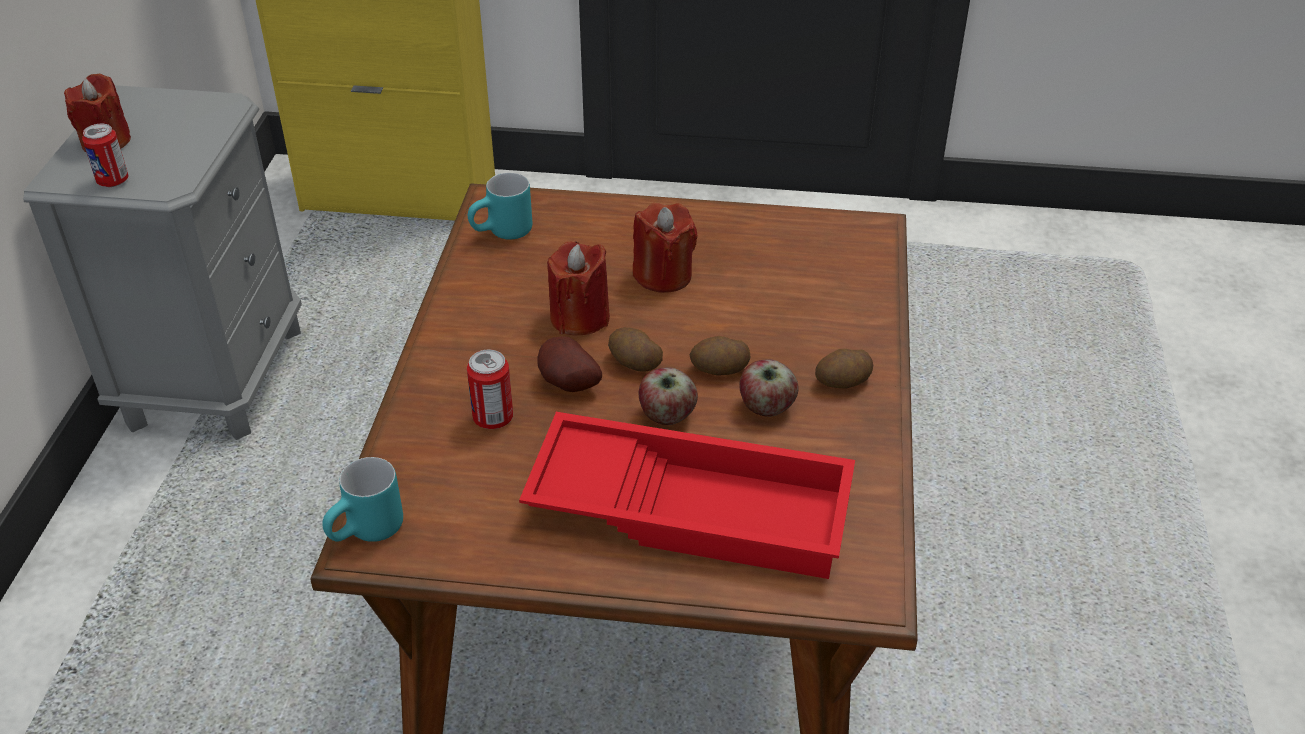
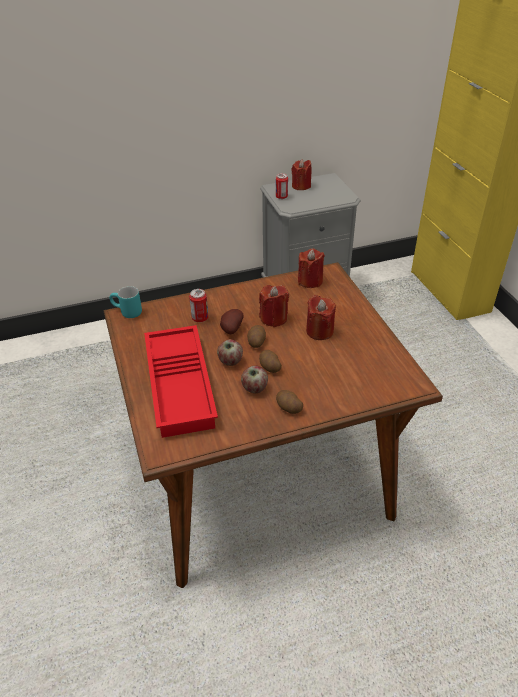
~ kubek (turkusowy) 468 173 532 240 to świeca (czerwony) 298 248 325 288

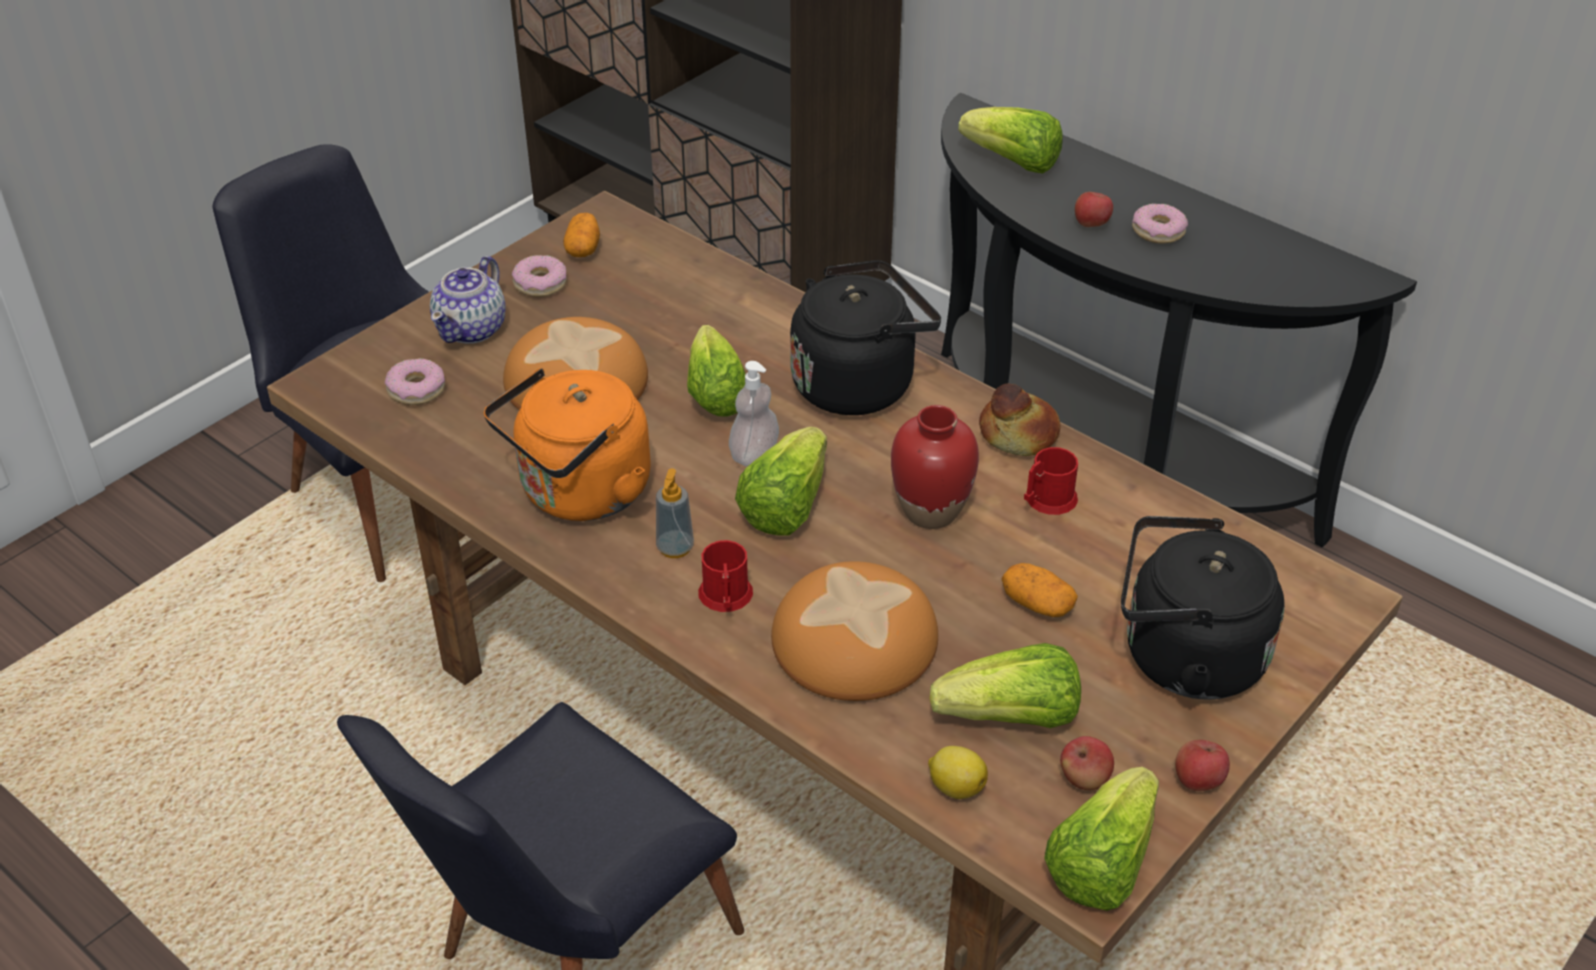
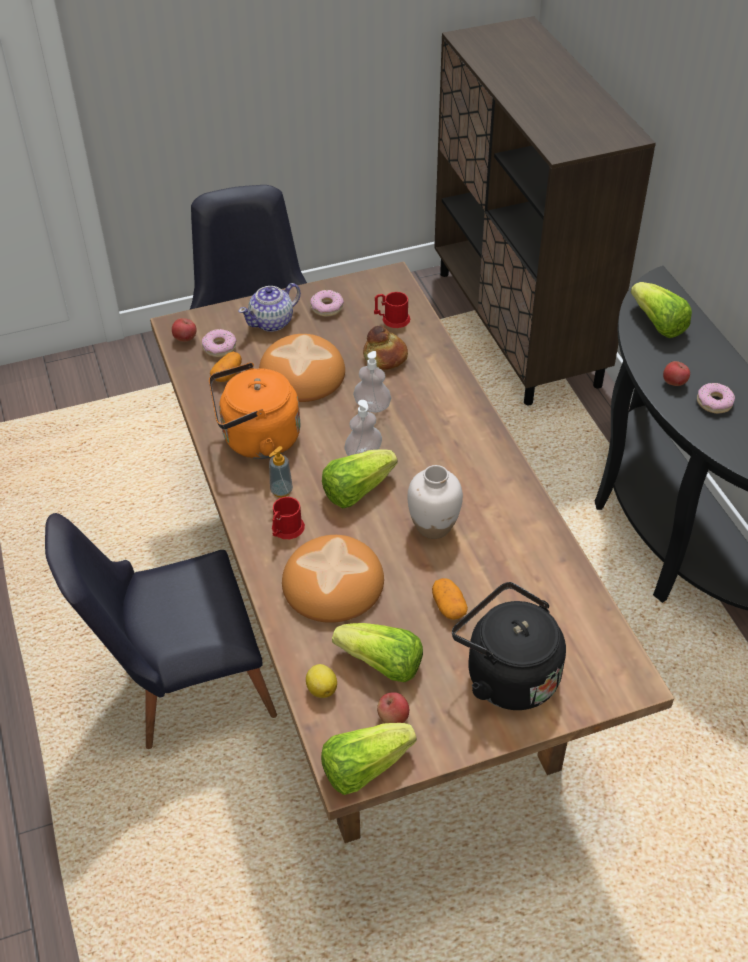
- czajnik (czarny) 790 260 941 415
~ ziemniak 563 213 600 257 to 210 352 242 382
~ chleb 979 384 1061 456 to 363 325 408 370
~ kubek (czerwony) 1024 447 1078 515 to 374 292 410 328
~ jabłko 1175 740 1230 791 to 172 318 197 342
~ sałata 687 325 745 417 to dozownik mydła 353 351 391 412
~ wazon (czerwony) 891 405 979 529 to wazon (biały) 407 465 463 539

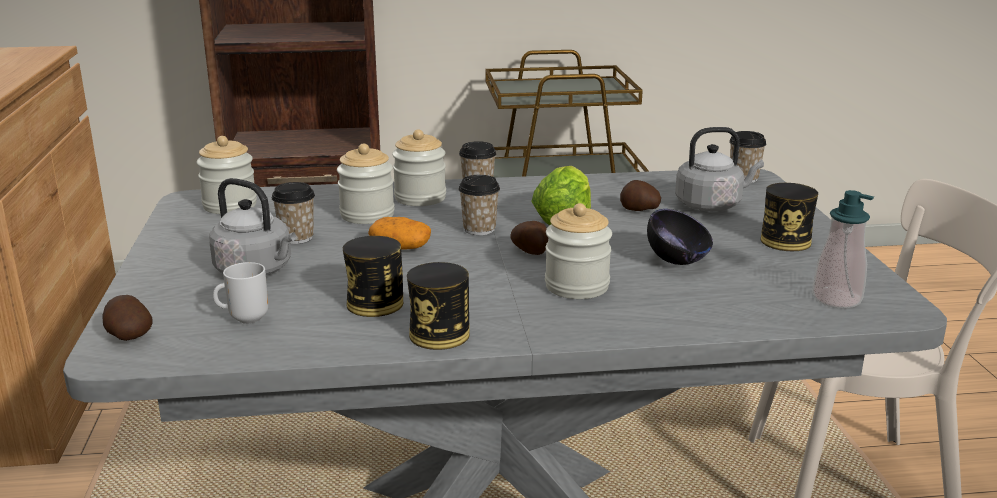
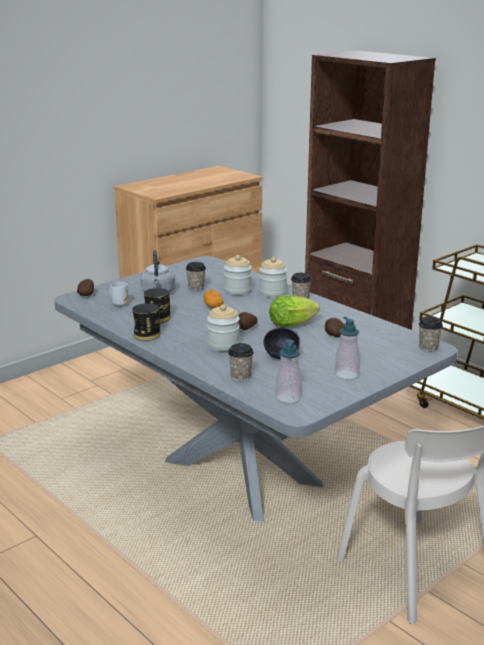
- słoik 197 136 257 214
- czajnik (szary) 675 127 764 211
~ filiżanka 458 175 500 235 to 228 343 254 381
~ puszka 761 183 818 251 to dozownik mydła 335 317 360 379

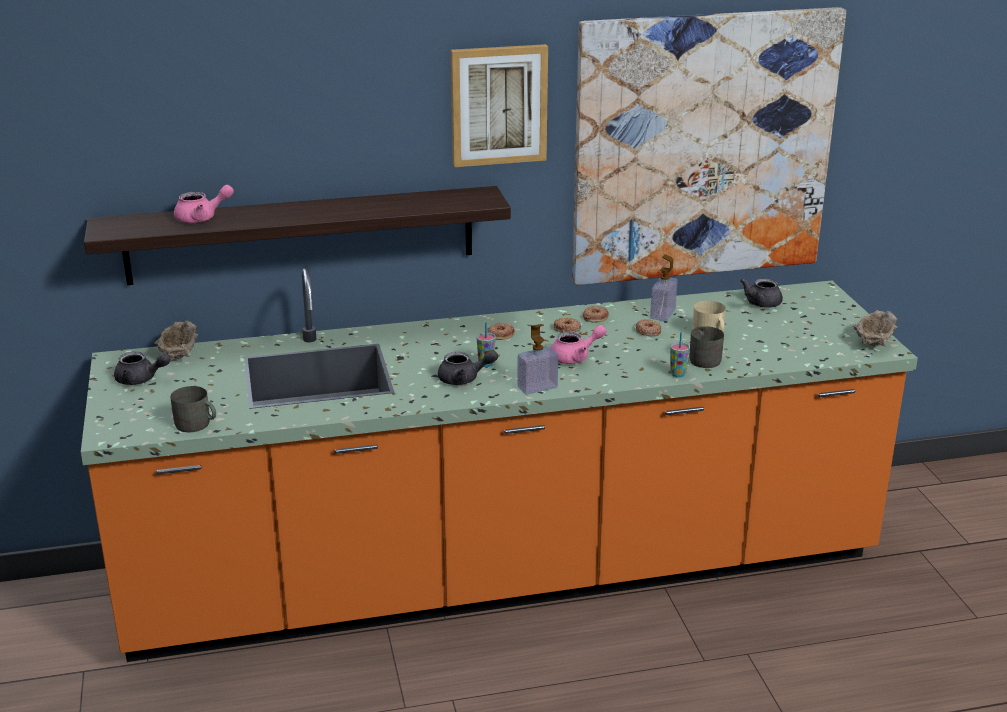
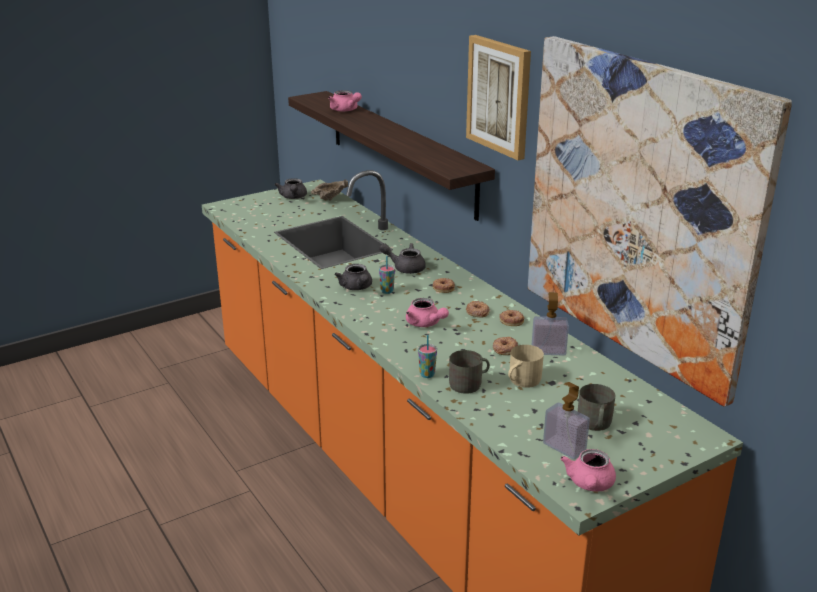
~ kubek (szary) 170 386 216 432 to 578 384 615 431
~ dozownik mydła 517 324 558 394 to 543 382 590 459
~ imbryk (szary) 740 278 783 307 to 379 243 426 274
~ miska (beżowy) 853 310 898 347 to imbryk (różowy) 560 449 616 492

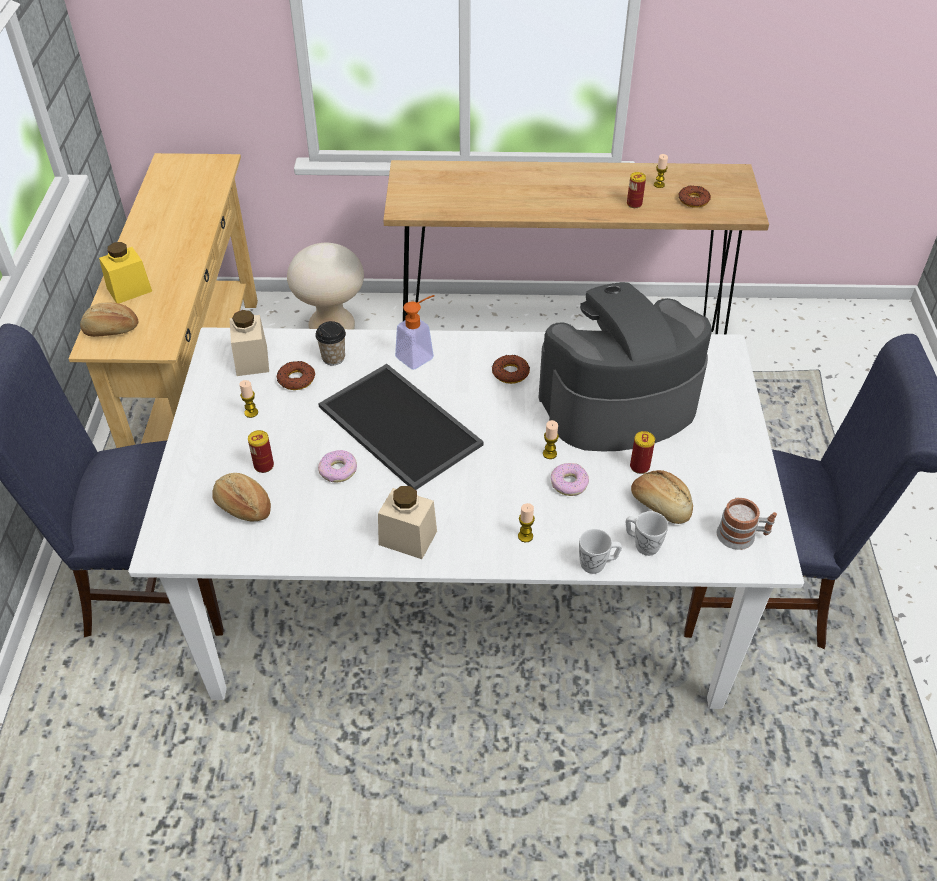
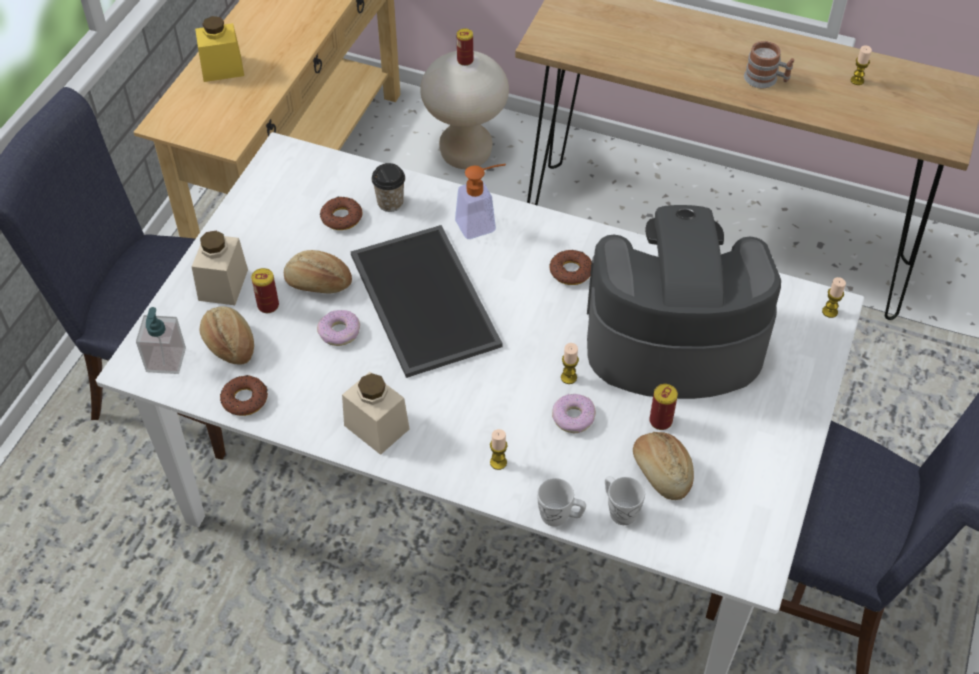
+ dozownik mydła 136 307 186 374
~ chleb 80 303 138 337 to 284 250 352 293
~ słoik (beżowy) 230 310 269 376 to 192 231 248 305
~ świeca 239 380 258 418 to 822 277 846 318
~ puszka 627 172 646 208 to 457 28 473 66
~ donut 679 185 711 208 to 220 375 268 416
~ kubek 717 497 777 550 to 744 41 794 88

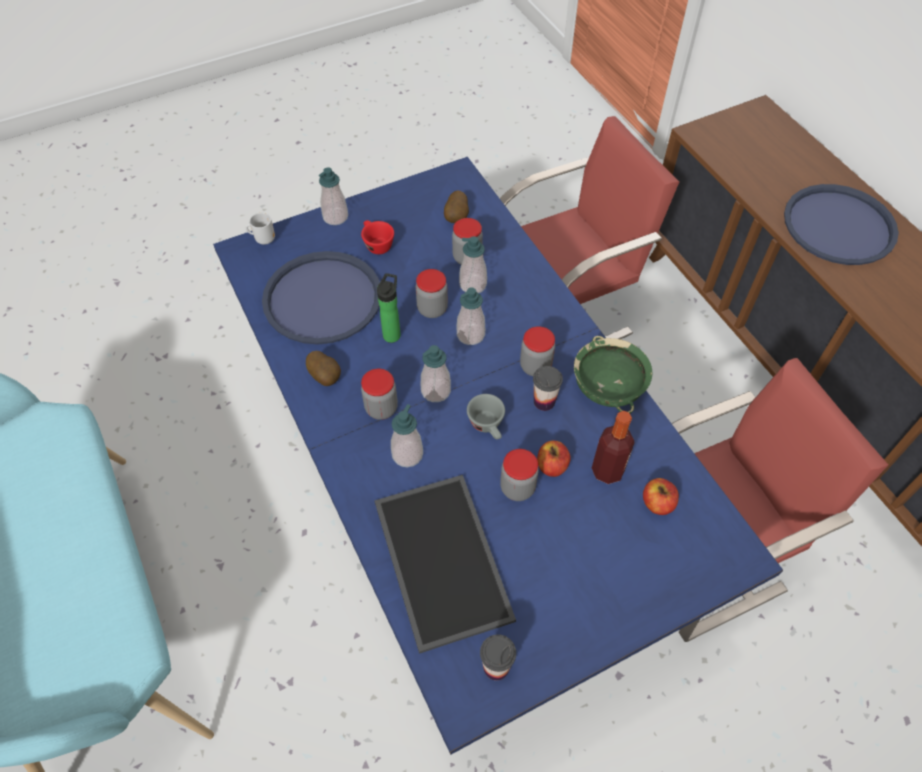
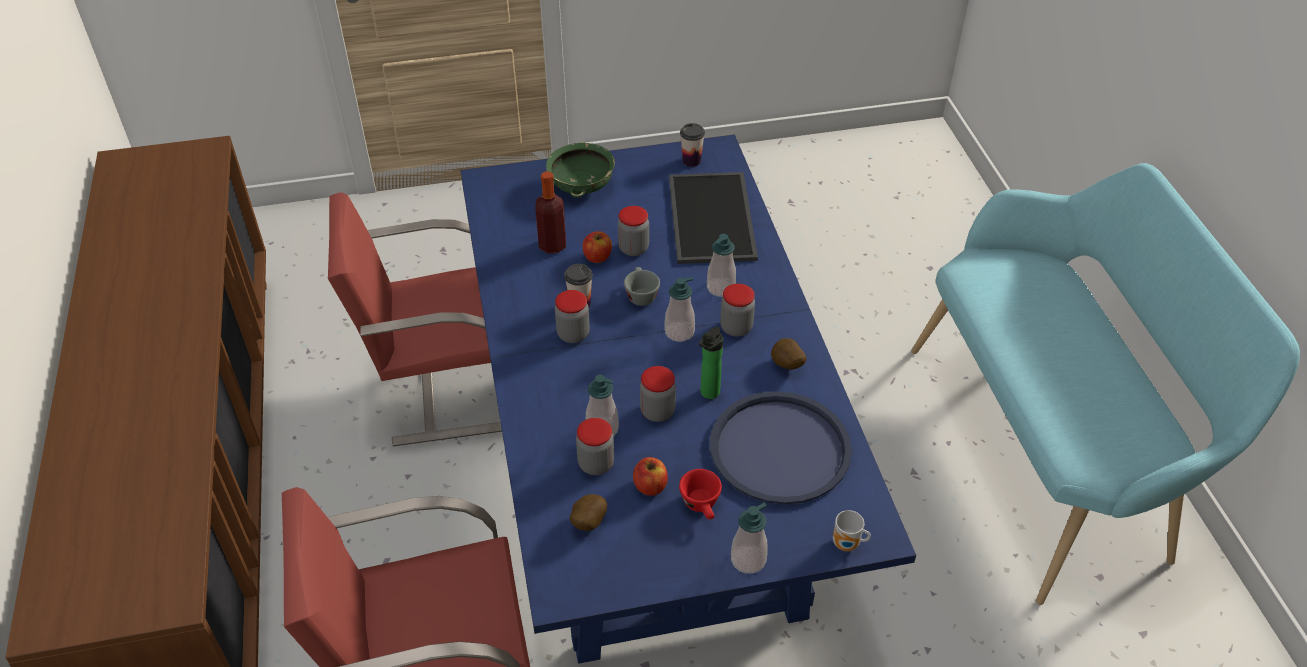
- dozownik mydła 457 287 485 345
- taca (niebieski) 784 184 899 265
~ miska (zielony) 574 336 652 414 to 546 142 615 197
~ jabłko 643 478 679 515 to 633 457 668 496

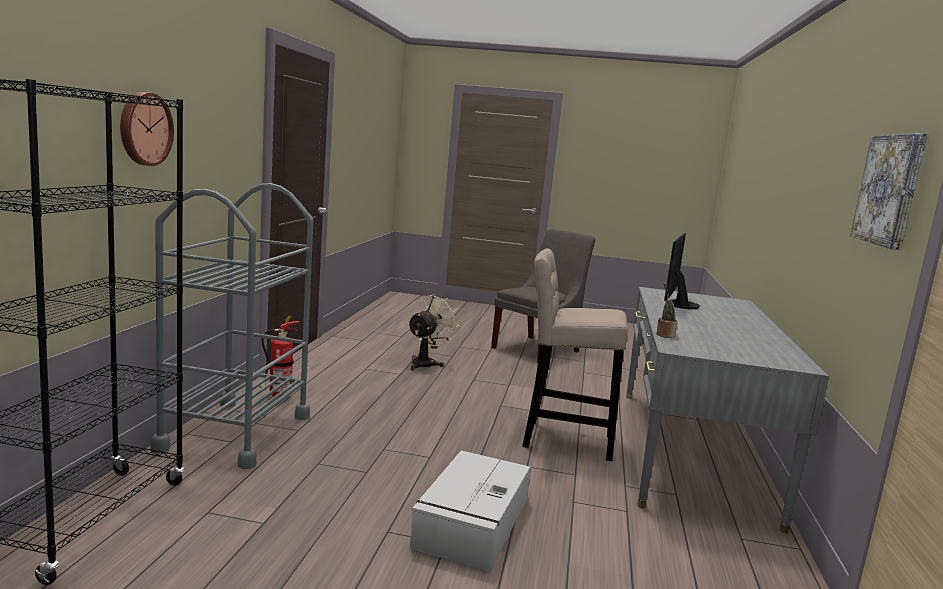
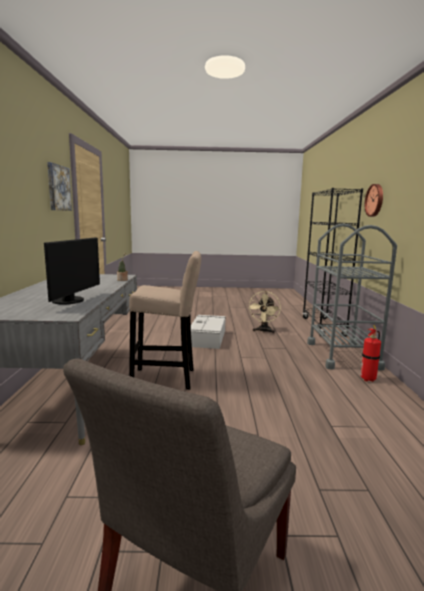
~ wentylator (beżowy) 408 294 460 370 to 248 291 281 333

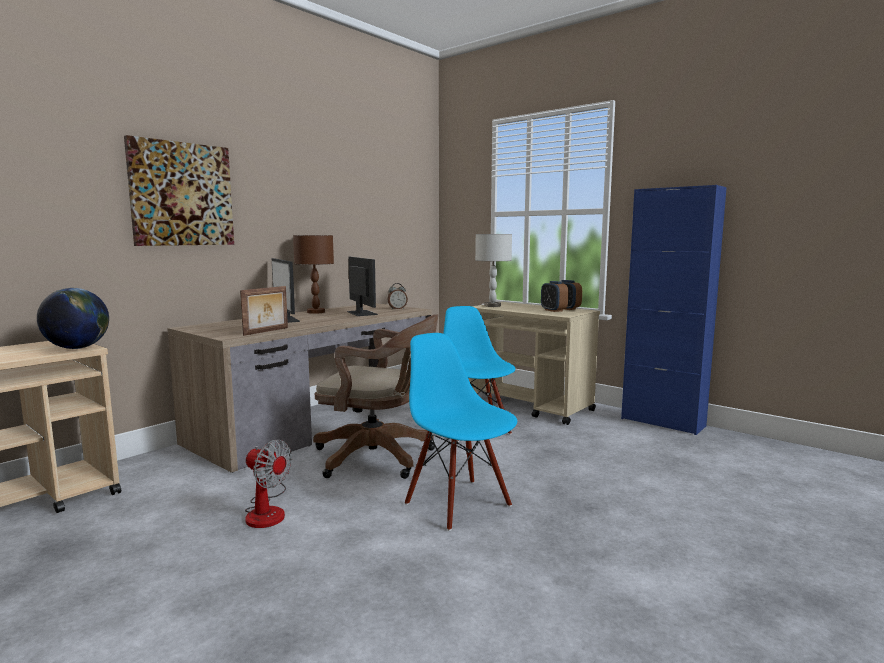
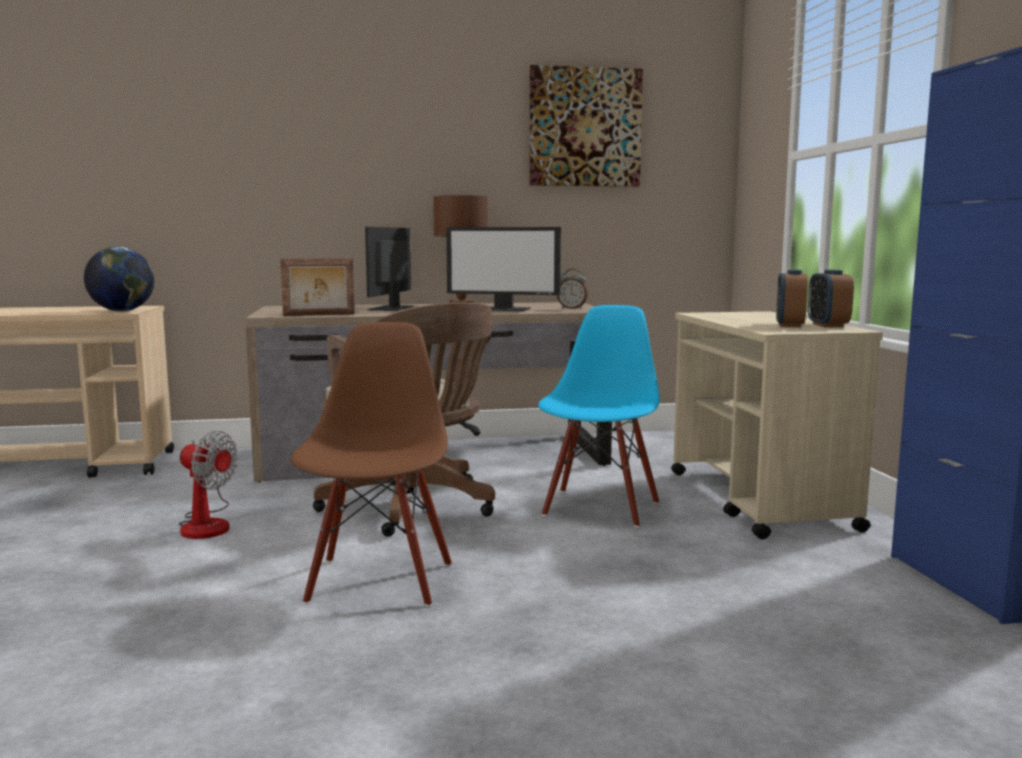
- lampa stołowa (szary) 475 234 512 307
~ obraz 124 135 234 246 to 529 65 643 187
~ krzesło (niebieski) 405 333 517 531 to krzesło (brązowy) 291 322 452 607
~ wentylator 245 440 292 528 = 179 431 238 539 45 degrees counterclockwise
~ monitor 347 257 378 316 = 446 227 561 311 90 degrees clockwise

